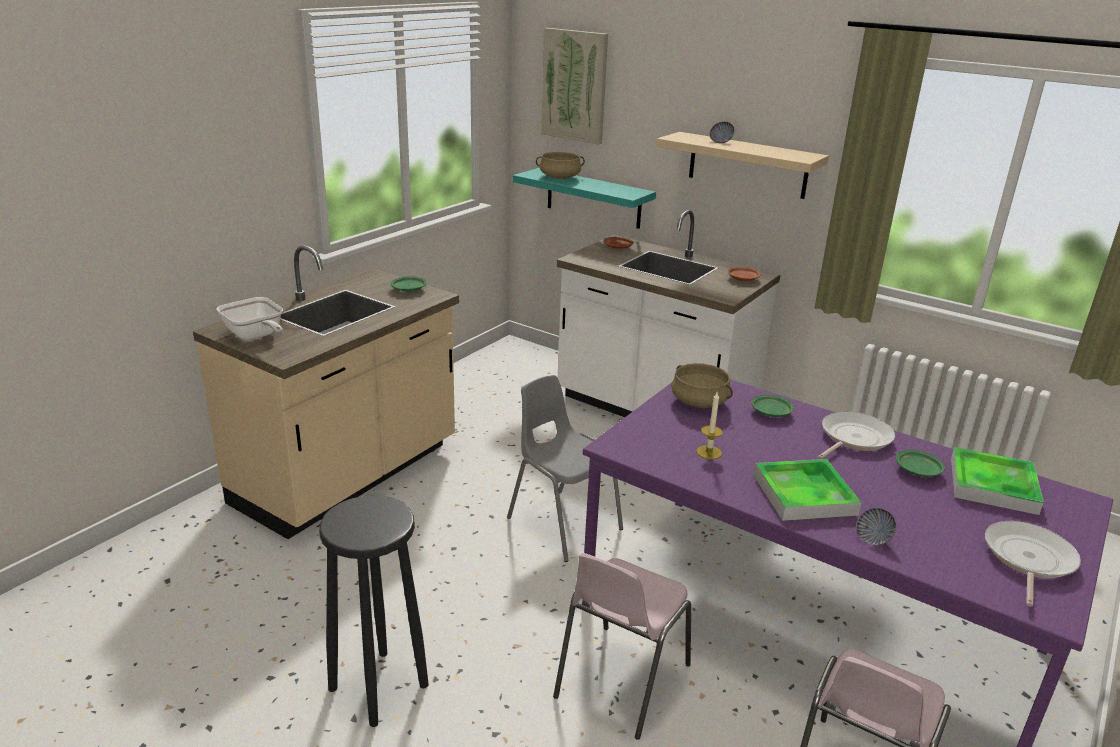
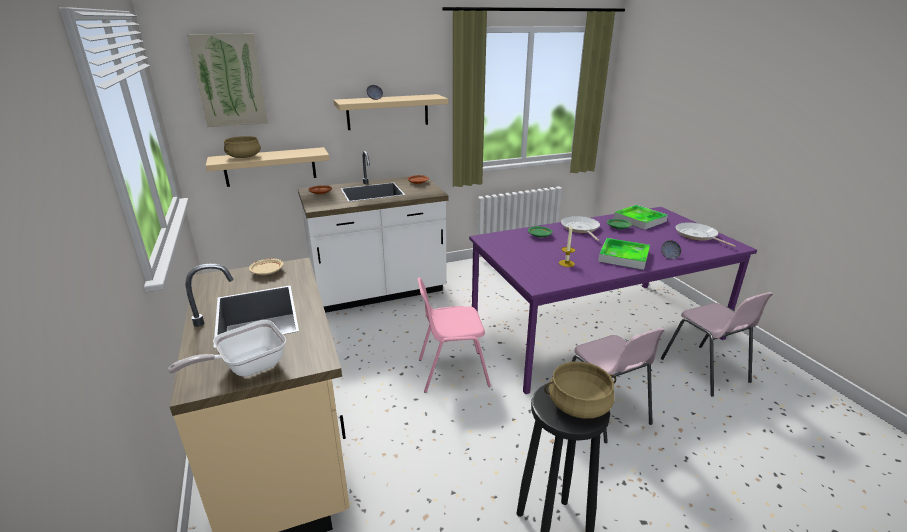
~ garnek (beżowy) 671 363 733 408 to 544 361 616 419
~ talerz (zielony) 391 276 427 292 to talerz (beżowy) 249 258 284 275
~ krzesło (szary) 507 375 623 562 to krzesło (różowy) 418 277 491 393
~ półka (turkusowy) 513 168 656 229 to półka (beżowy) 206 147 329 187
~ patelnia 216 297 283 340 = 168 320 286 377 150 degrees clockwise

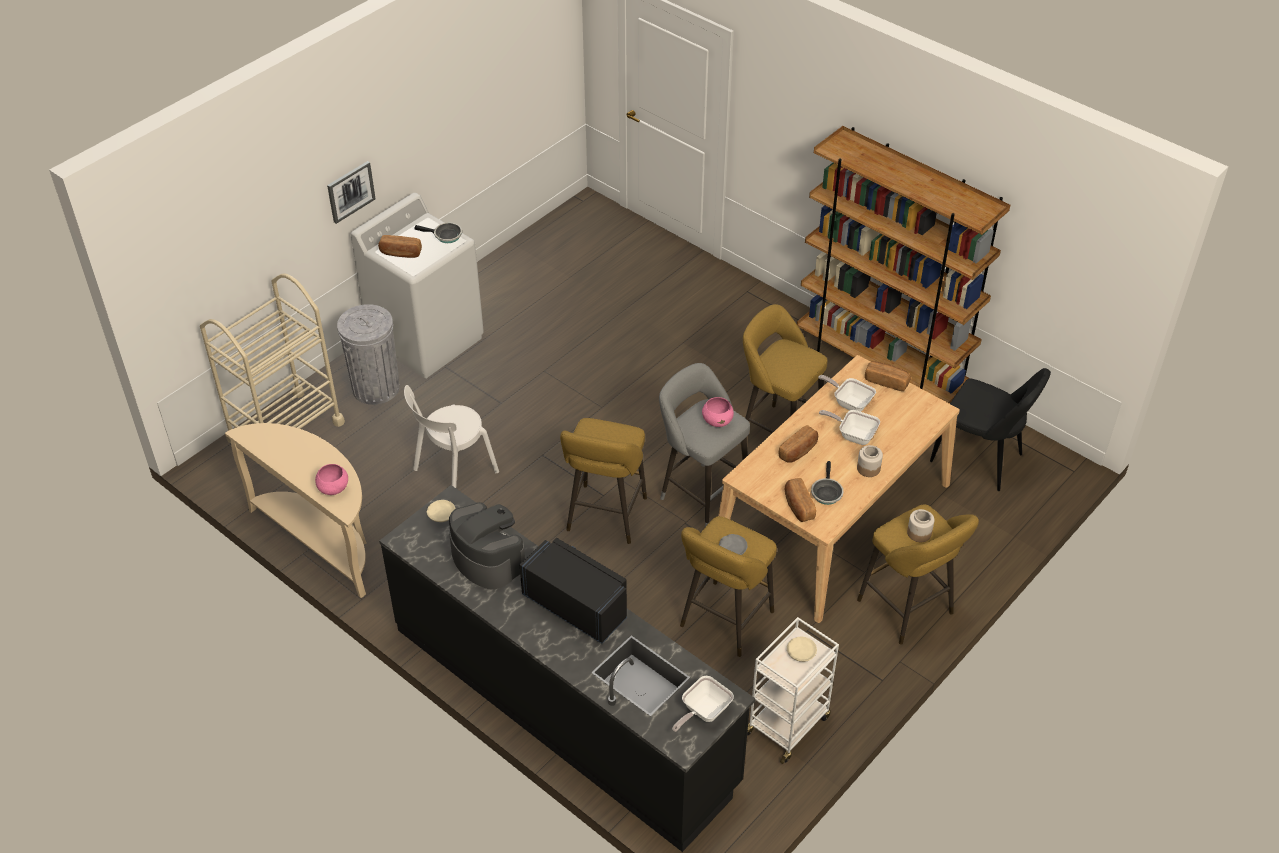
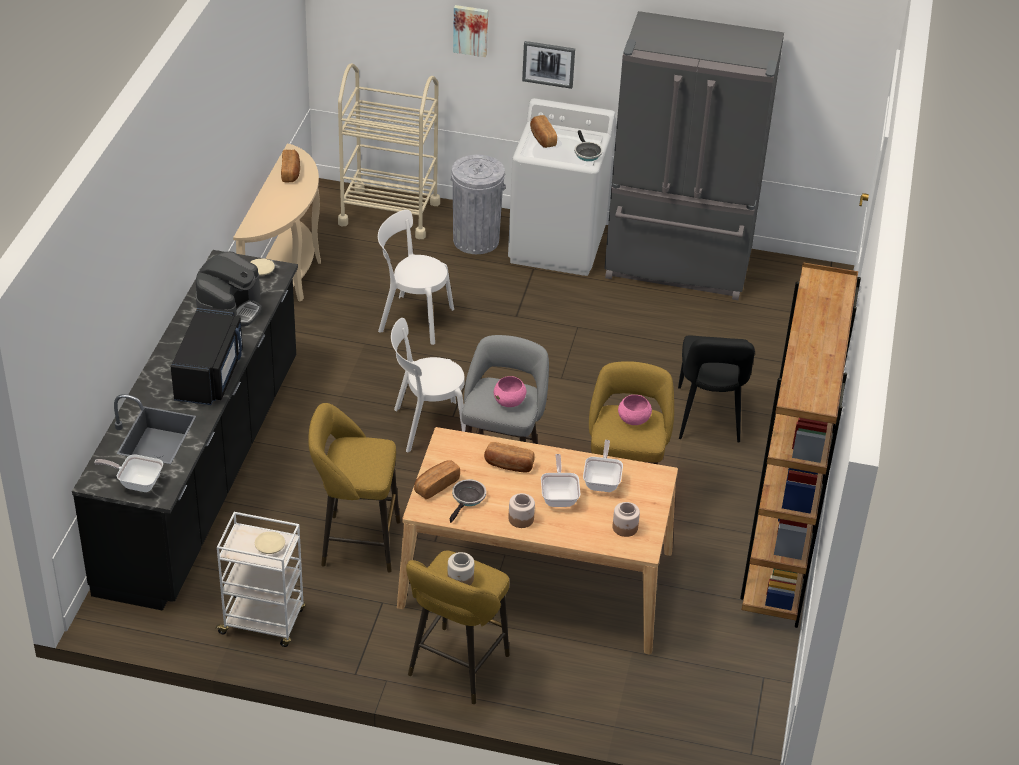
- talerz (szary) 719 534 748 555
+ obraz 453 5 488 57
+ lodówka (szary) 604 11 784 300
+ słoik 612 502 640 537
~ miska (różowy) 315 464 348 495 to 618 395 652 425
~ chleb 865 361 911 391 to 281 150 300 182
~ krzesło (czarny) 930 368 1051 491 to 678 335 755 443
~ stołek (żółty) 560 418 647 544 to krzesło (biały) 391 318 466 452
~ patelnia 811 461 844 505 = 450 479 486 523 135 degrees clockwise

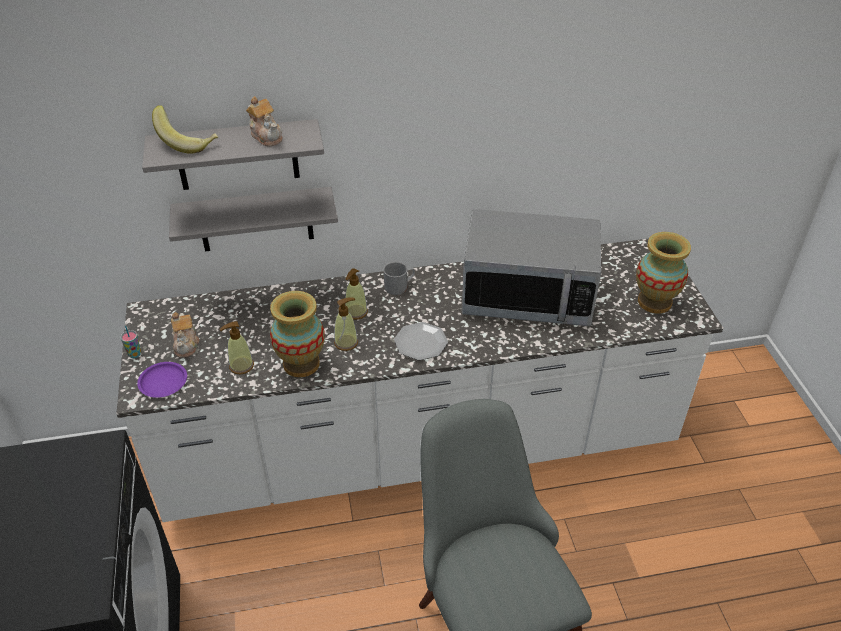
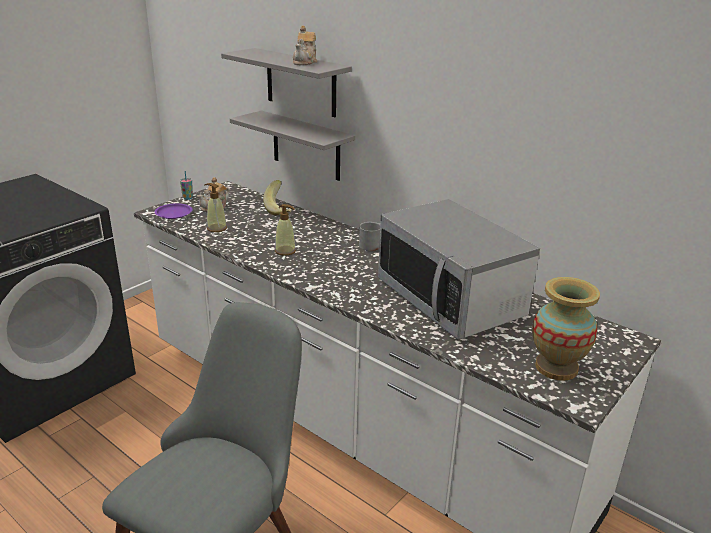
- wazon 270 291 325 377
- dozownik mydła 345 268 368 320
- talerz 394 322 448 360
~ banan 152 105 218 154 to 263 180 292 215

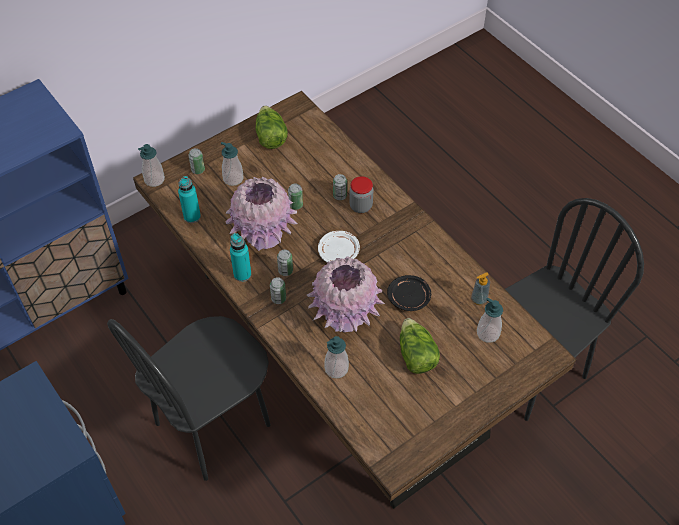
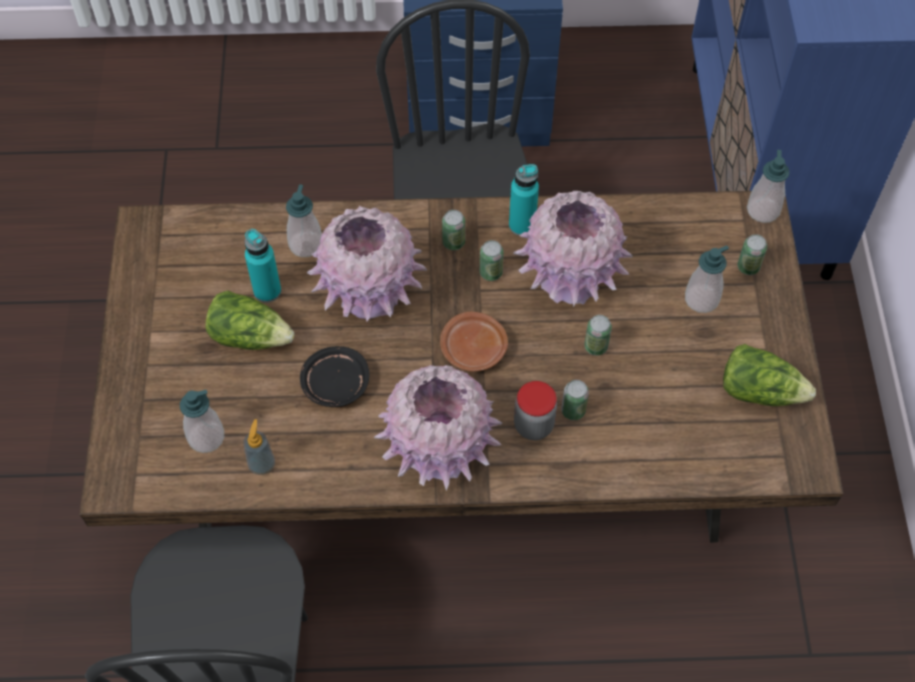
+ wazon (różowy) 374 365 502 491
~ butelka (turkusowy) 178 176 201 223 to 245 229 281 303
~ talerz (biały) 318 231 360 263 to talerz (brązowy) 440 312 508 372

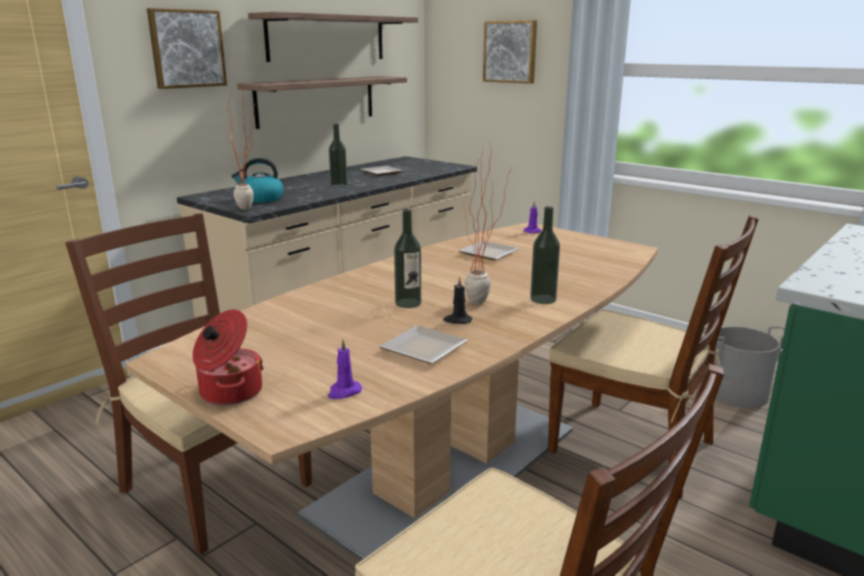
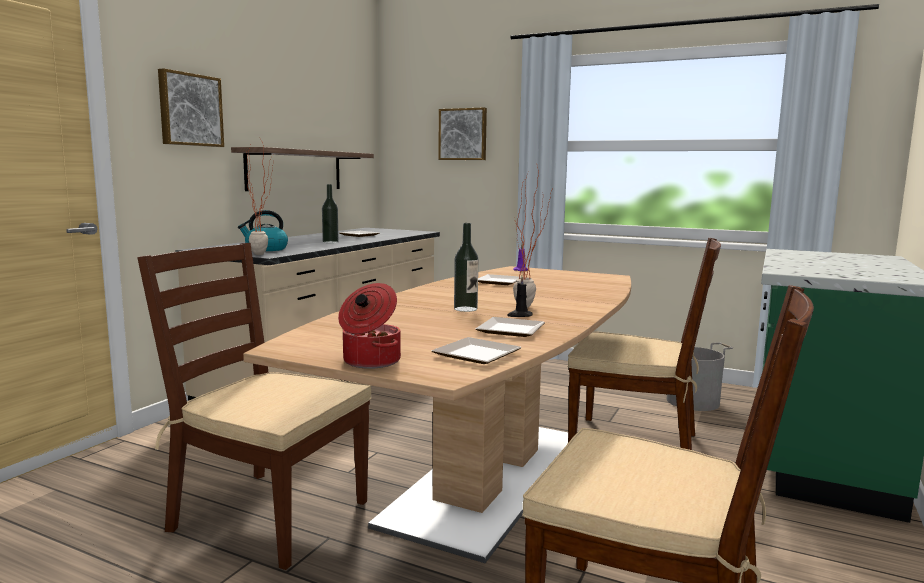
- półka 248 12 418 62
- butelka 530 206 560 304
~ świeca (fioletowy) 328 339 362 399 to talerz 432 337 522 364

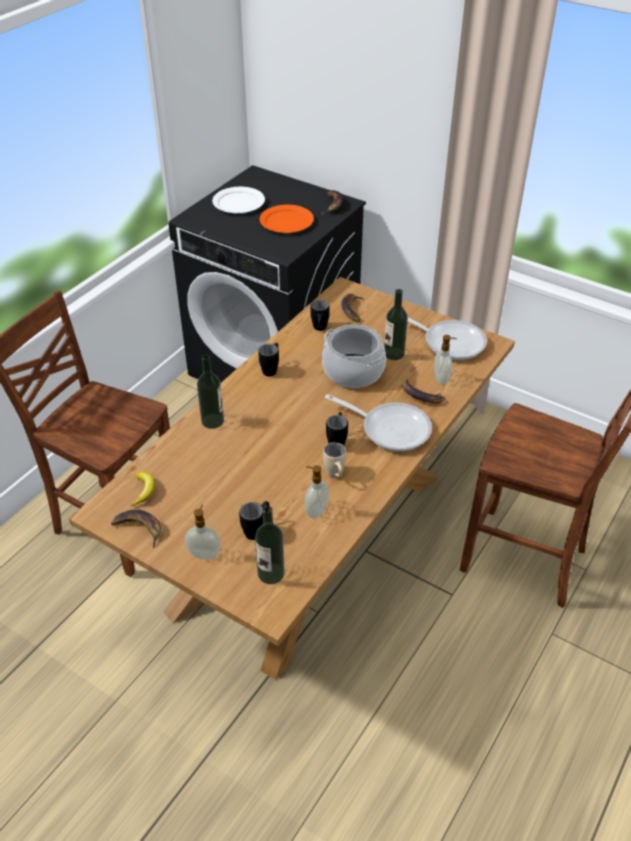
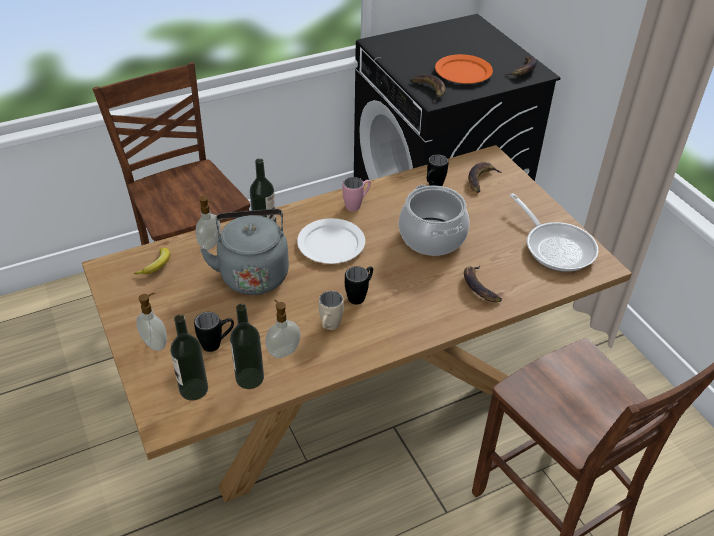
- patelnia 325 394 432 452
+ czajnik (szary) 200 209 289 295
~ banan 111 510 161 548 to 411 74 446 103
~ talerz (biały) 212 187 265 213 to 297 218 365 264
~ butelka 384 289 408 360 to 230 304 264 389
~ dozownik mydła 434 335 457 384 to 196 196 221 250
~ kubek (czarny) 258 343 279 376 to kubek (różowy) 343 177 371 212

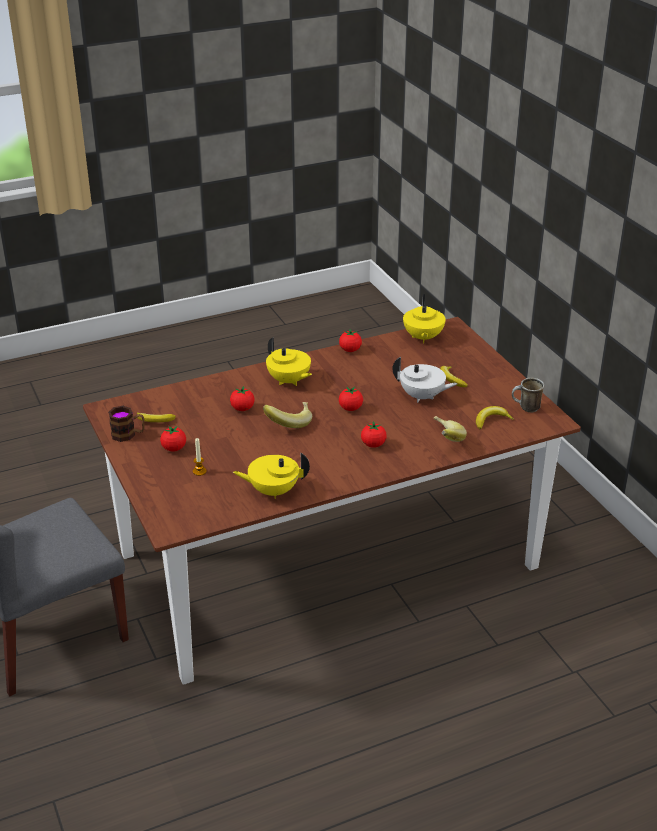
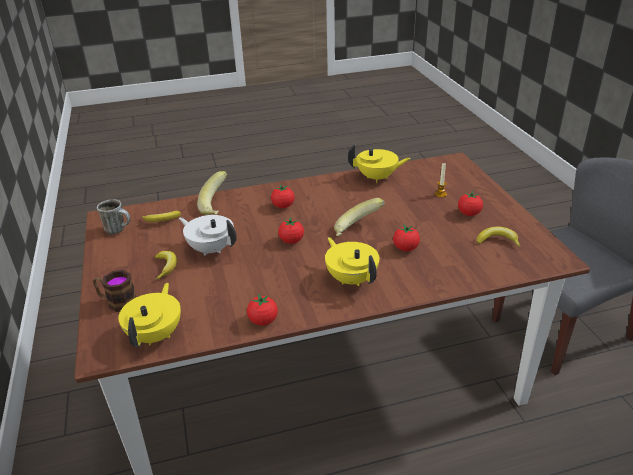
~ kubek 108 406 145 442 to 93 270 136 312

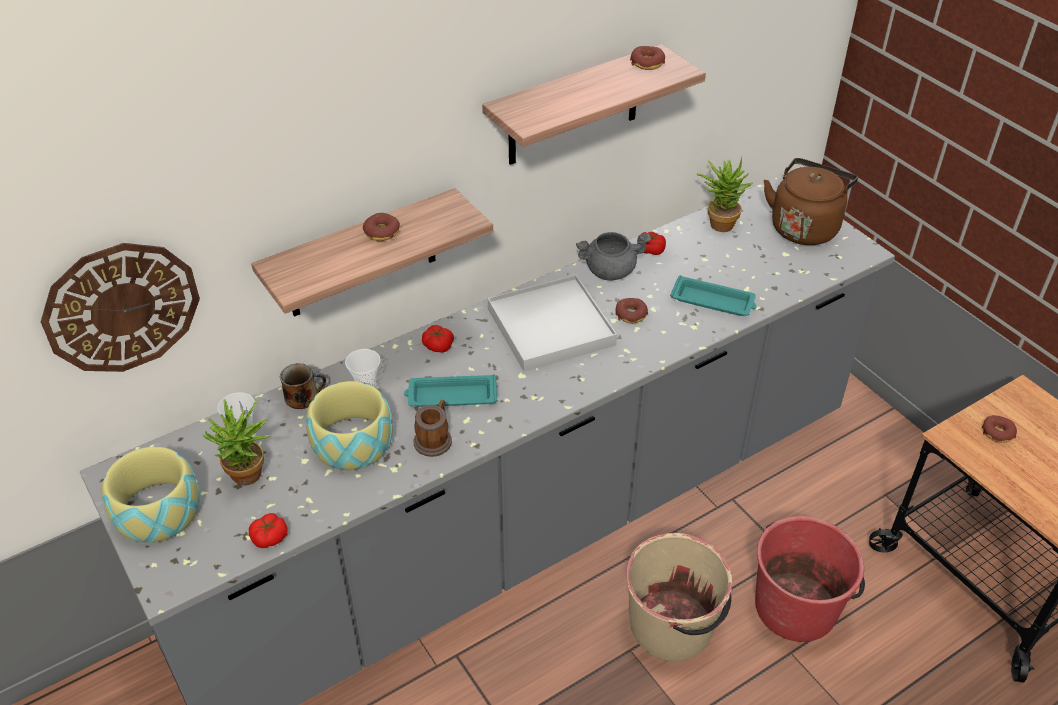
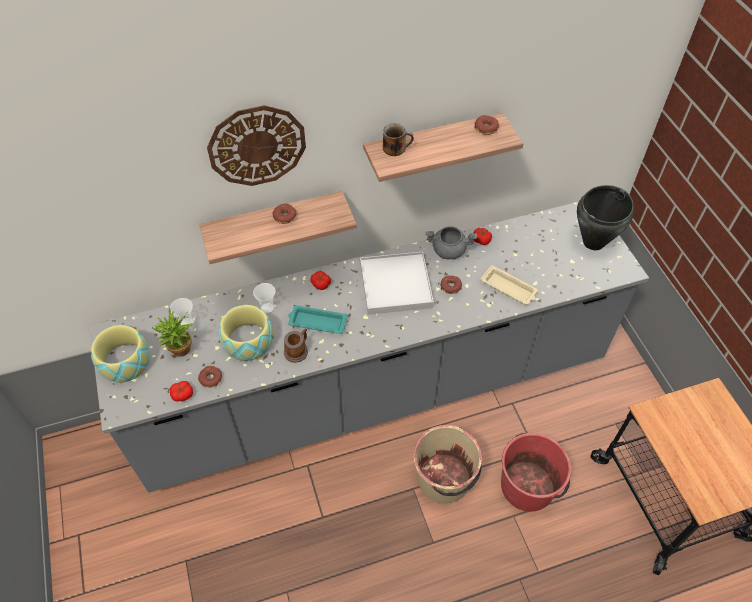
- roślina doniczkowa 697 157 752 232
~ zegar ścienny 41 243 200 372 to 207 105 306 186
~ kubek 280 363 326 409 to 383 123 414 156
~ donut 982 415 1017 443 to 198 366 222 388
~ czajnik (brązowy) 764 158 858 245 to garnek (czarny) 577 185 634 250
~ taca (turkusowy) 670 275 757 316 to taca (beżowy) 480 265 538 305

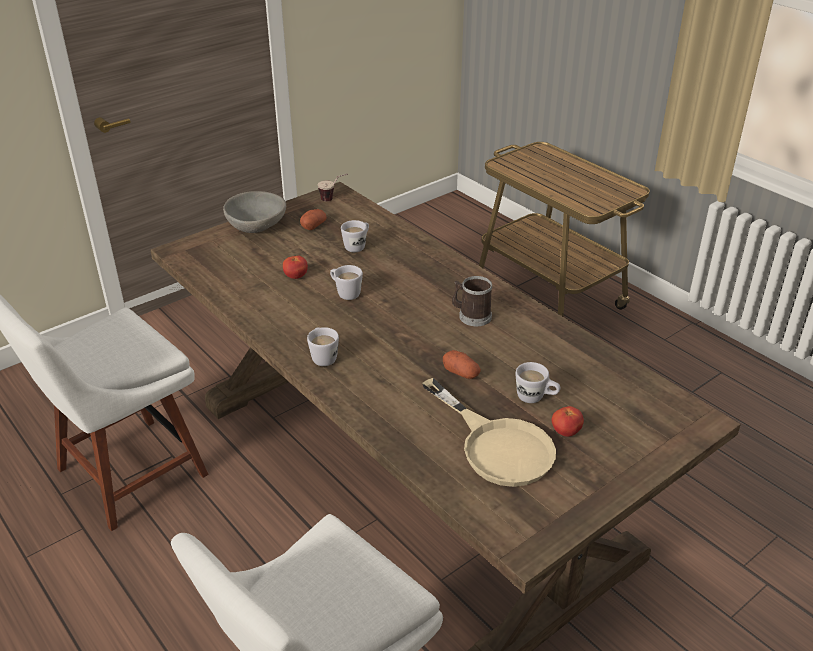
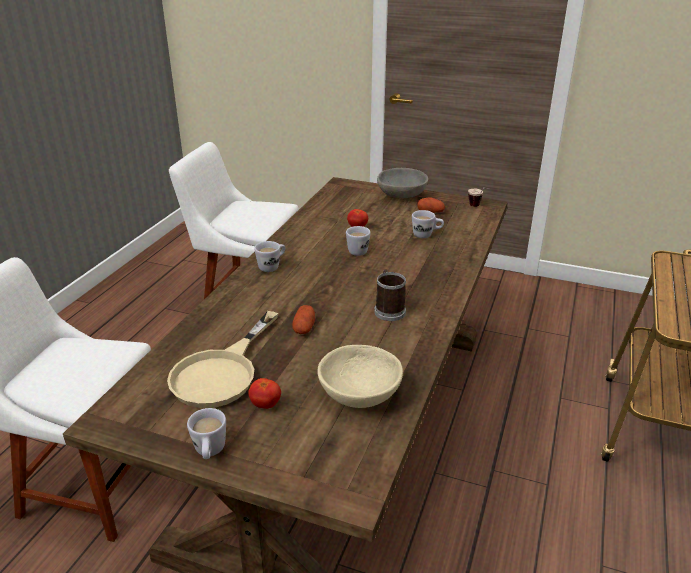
+ miska (beżowy) 317 345 403 408
~ kubek (biały) 516 362 560 403 to 187 408 226 459

